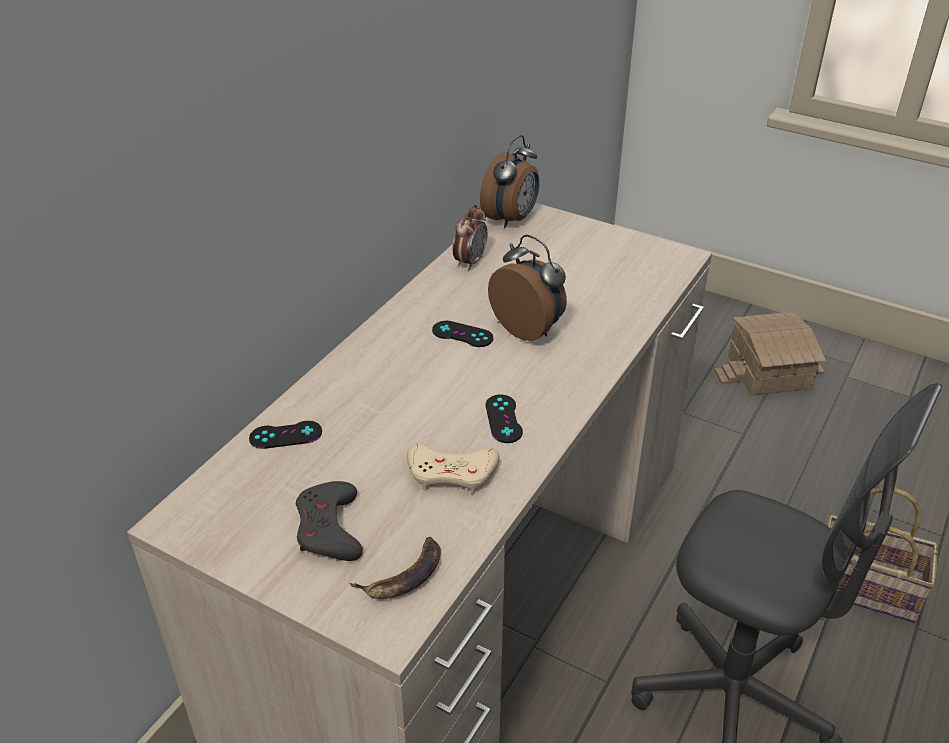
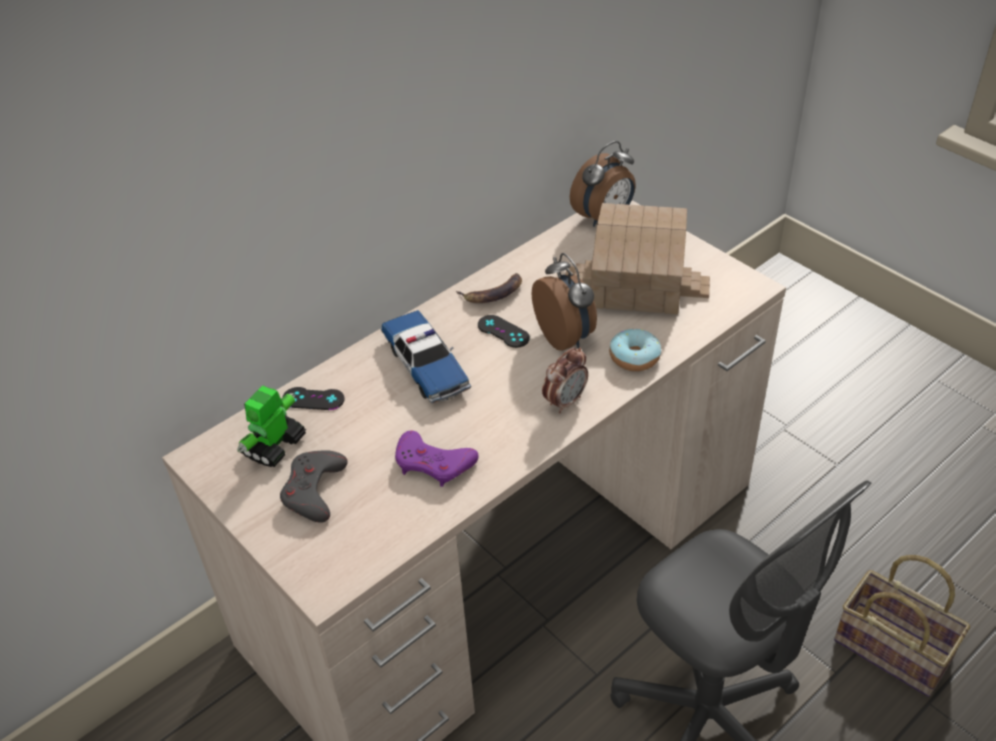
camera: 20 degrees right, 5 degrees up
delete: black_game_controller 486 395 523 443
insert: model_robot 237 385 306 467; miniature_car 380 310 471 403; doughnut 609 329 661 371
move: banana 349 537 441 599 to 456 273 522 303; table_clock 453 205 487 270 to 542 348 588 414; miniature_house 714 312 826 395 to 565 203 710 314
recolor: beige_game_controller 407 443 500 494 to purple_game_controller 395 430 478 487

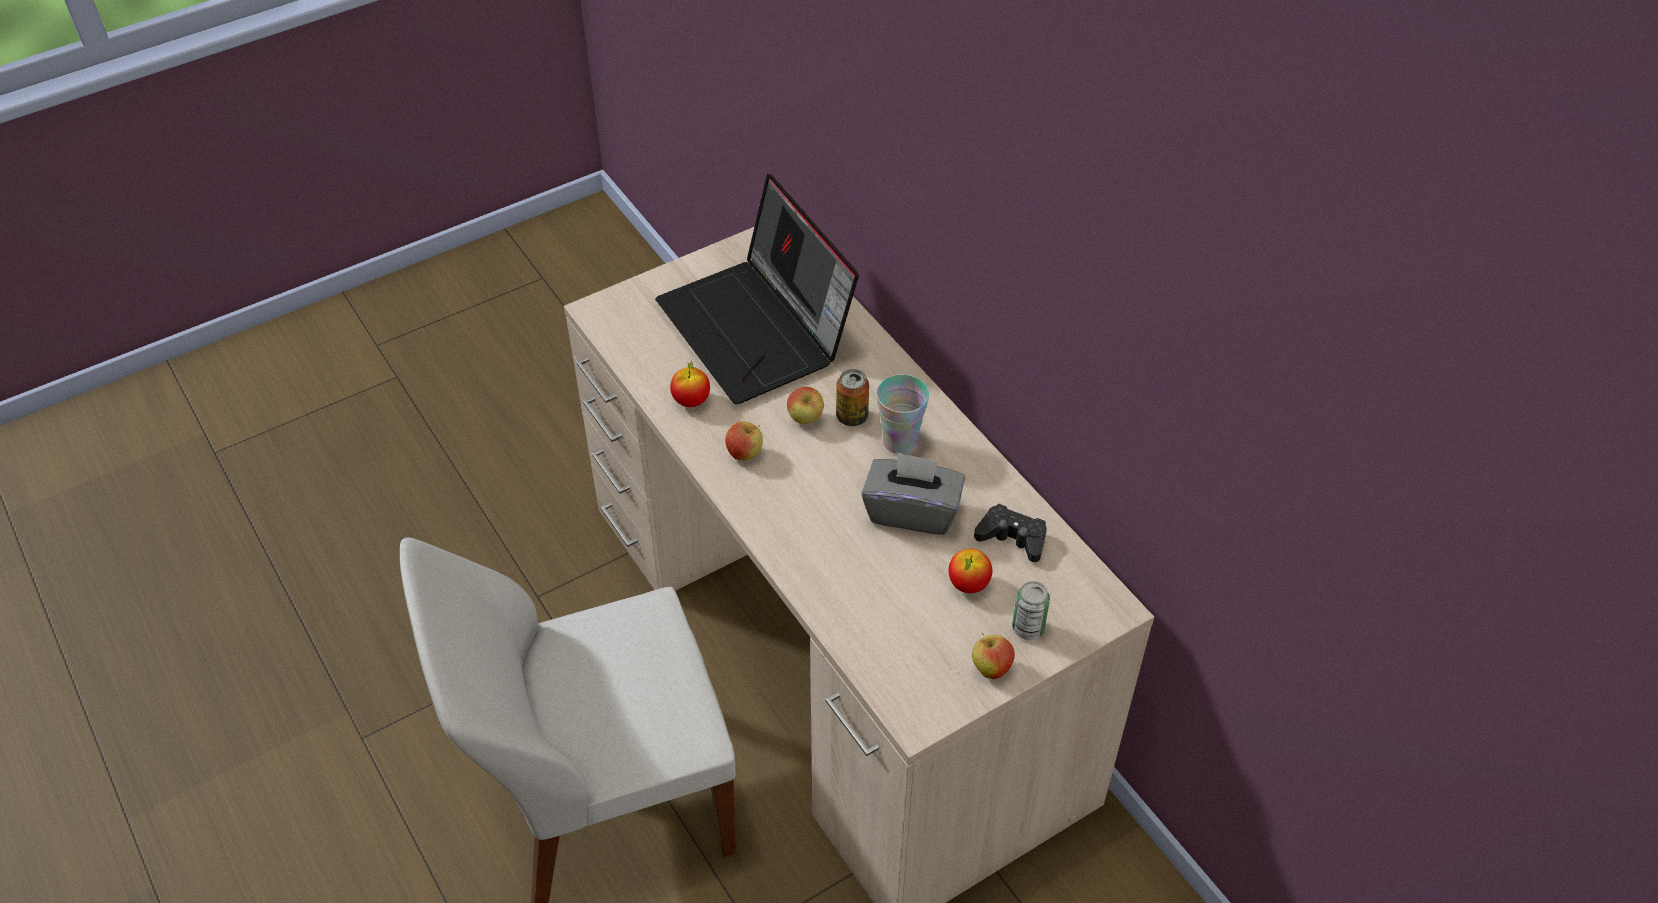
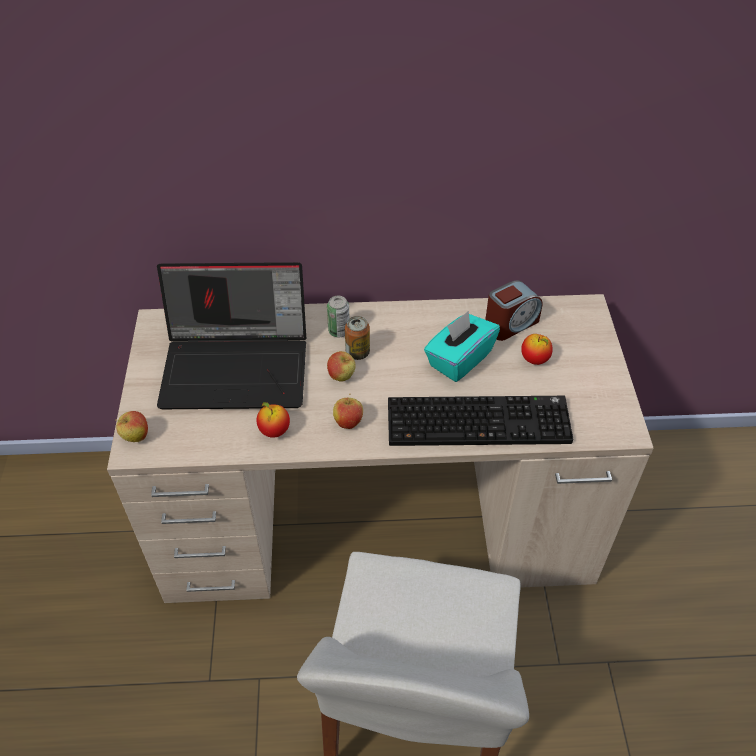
camera: 60 degrees left, 0 degrees up
delete: drinking_cup 877 374 929 454
insert: PC_keyboard 388 396 573 446
move: apple_fruit 972 633 1015 679 to 115 411 148 442; sealed_can 1012 581 1050 640 to 327 296 350 338
replace: black_game_controller 974 504 1047 562 to table_clock 485 280 543 341
recolor: greyish_tissue_holder 861 452 965 535 to turquoise_tissue_holder 424 311 500 382

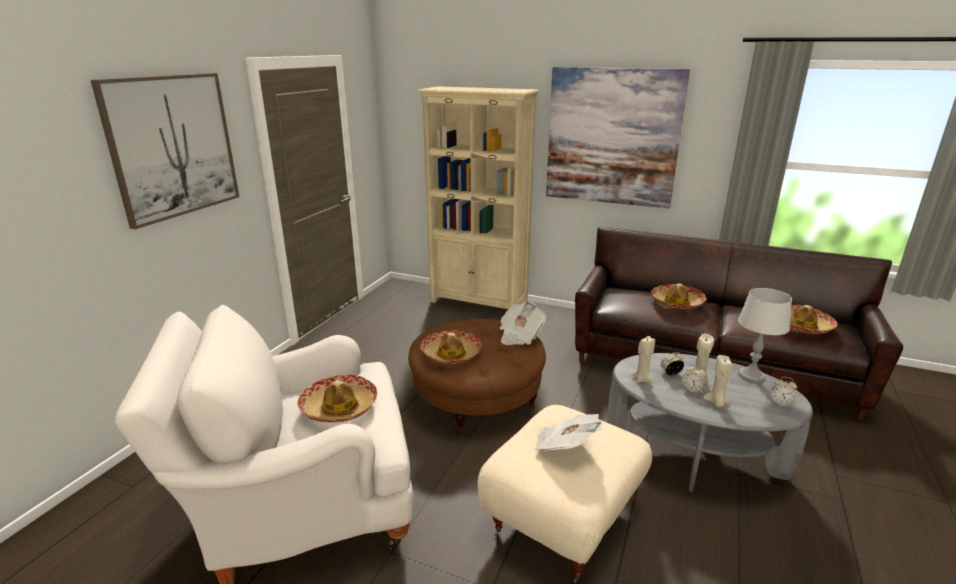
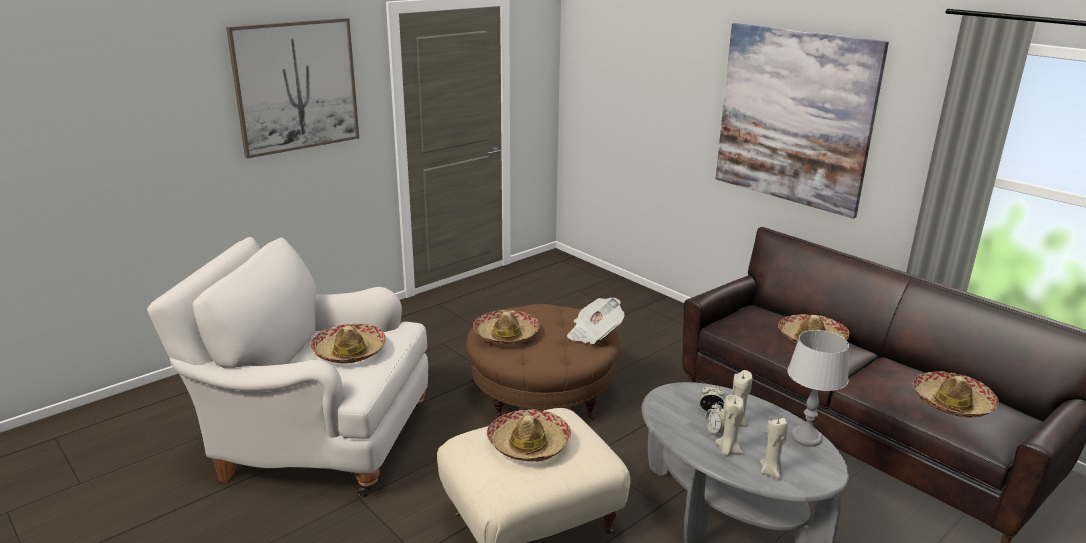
camera: 25 degrees right, 0 degrees up
delete: beige_bookshelf 418 86 539 309; table_clock 771 377 797 407
move: beige_wax_candle 631 336 655 383 to 760 418 788 480
replace: newspaper 535 414 603 451 to hat 487 409 571 461

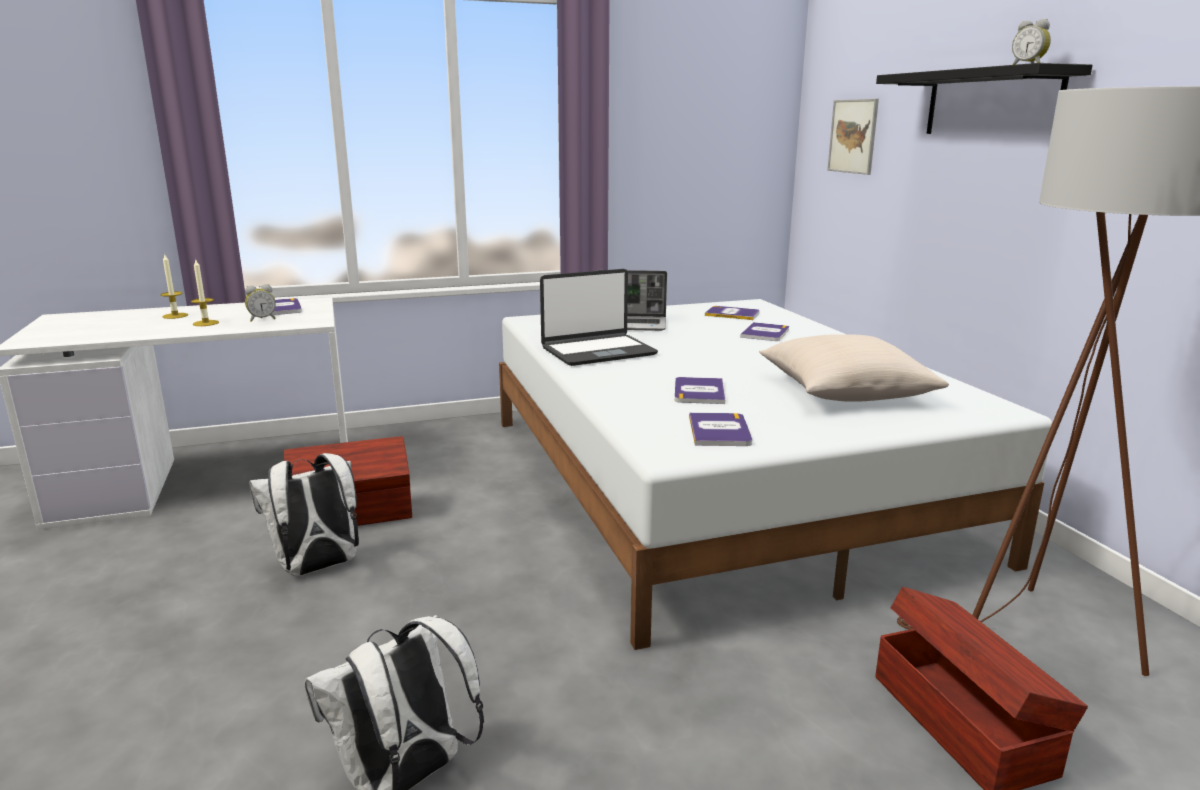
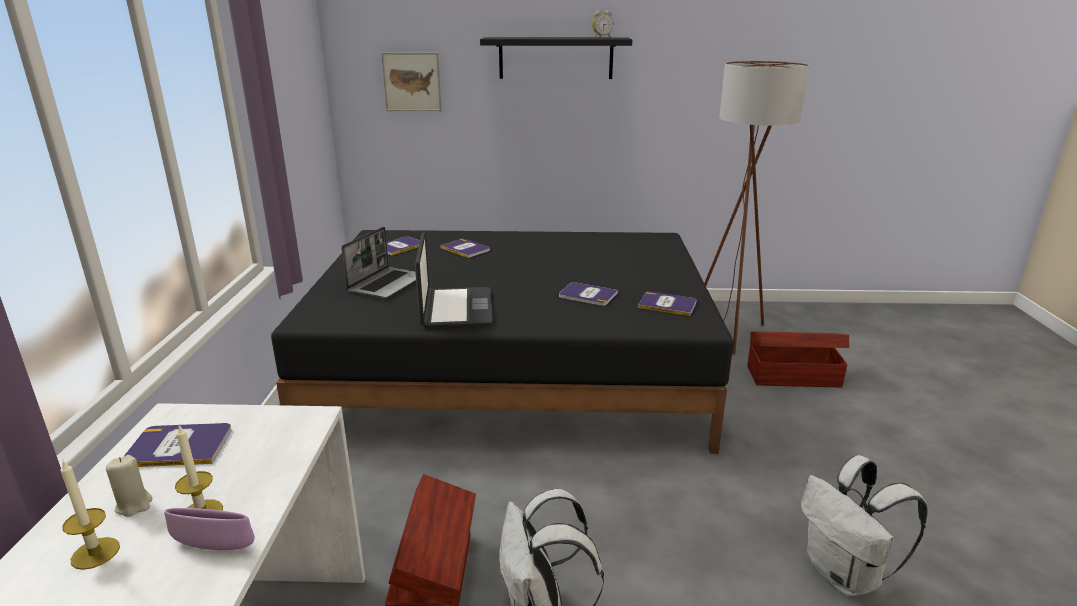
camera: 70 degrees left, 5 degrees up
delete: table_clock 245 284 276 322; beige_cushion 759 334 949 402
insert: beige_wax_candle 106 455 153 517; purple_serving_bowl 164 508 254 550
recolor: white_bed 499 299 1052 650 to black_bed 271 230 734 454

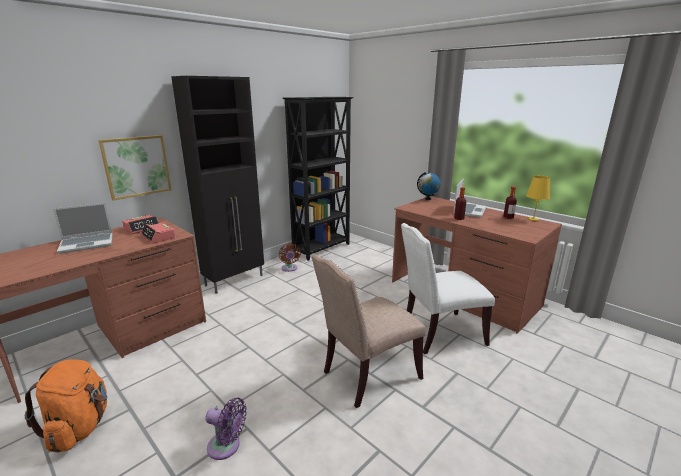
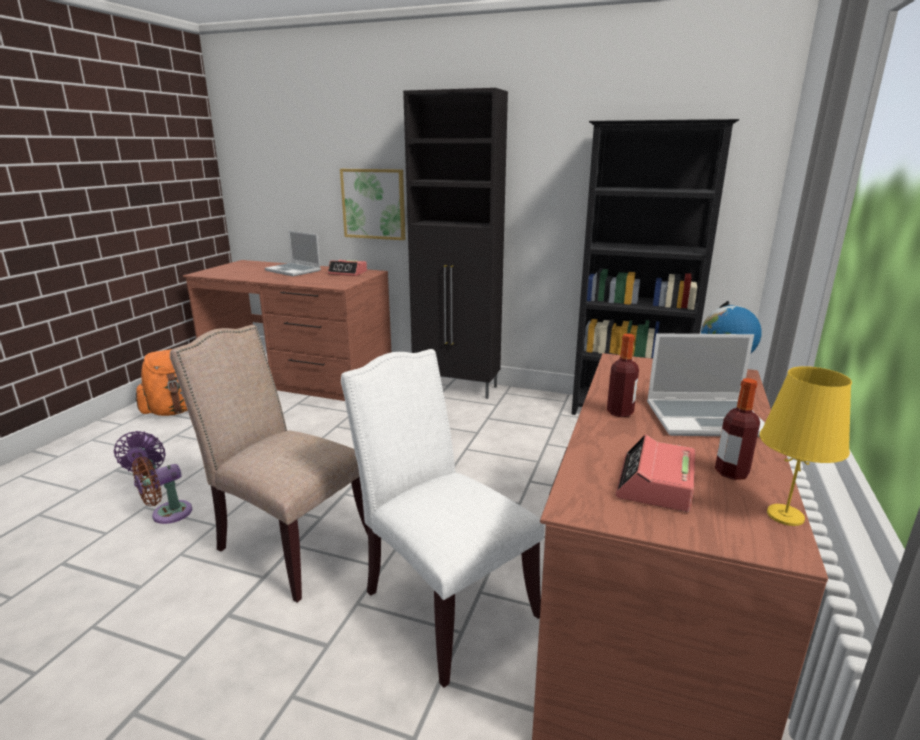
camera: 65 degrees right, 0 degrees up
move: brown_fan 279 243 301 272 to 132 457 192 524; table_clock 141 222 176 244 to 615 434 695 512

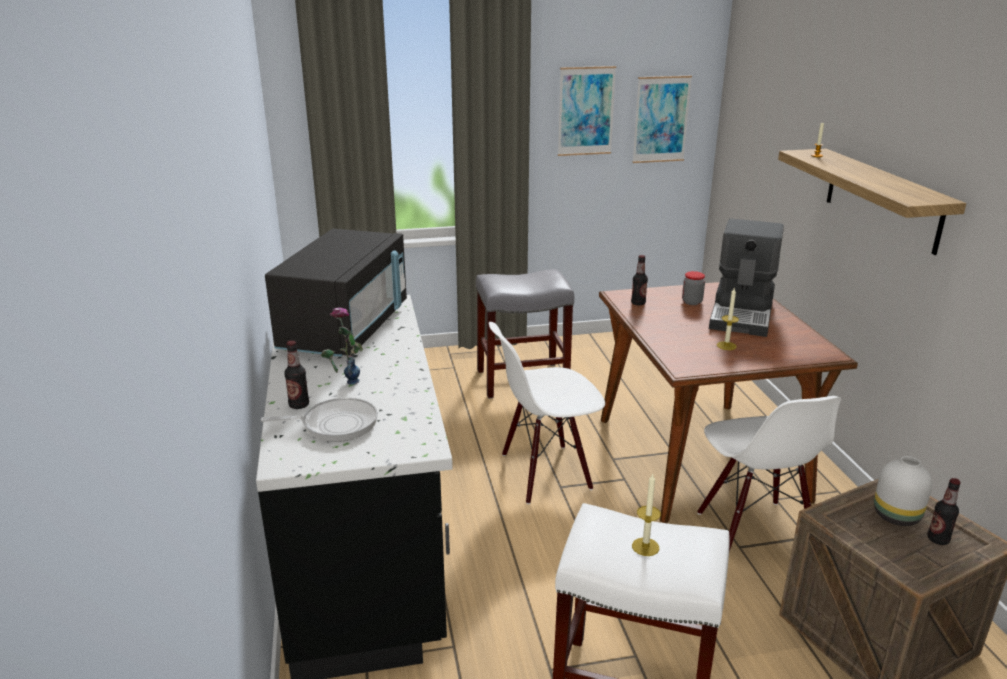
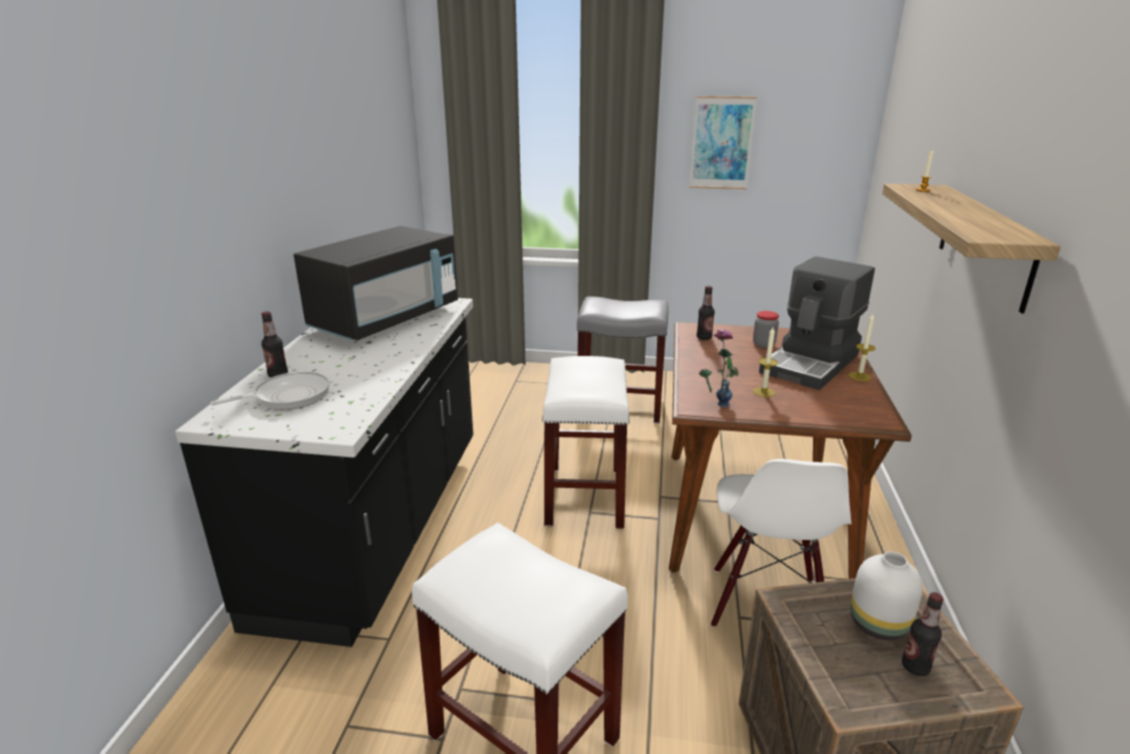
camera: 20 degrees right, 0 degrees up
delete: wall_picture 632 76 692 163
move: decorative_vase 321 307 363 385 to 699 330 739 407; wax_candle 632 474 661 556 to 849 314 876 381
replace: white_chair 489 322 605 504 to white_sitting_stool 542 356 630 528
rotate: pan 261 397 378 442 = 210 371 330 410 45 degrees counterclockwise

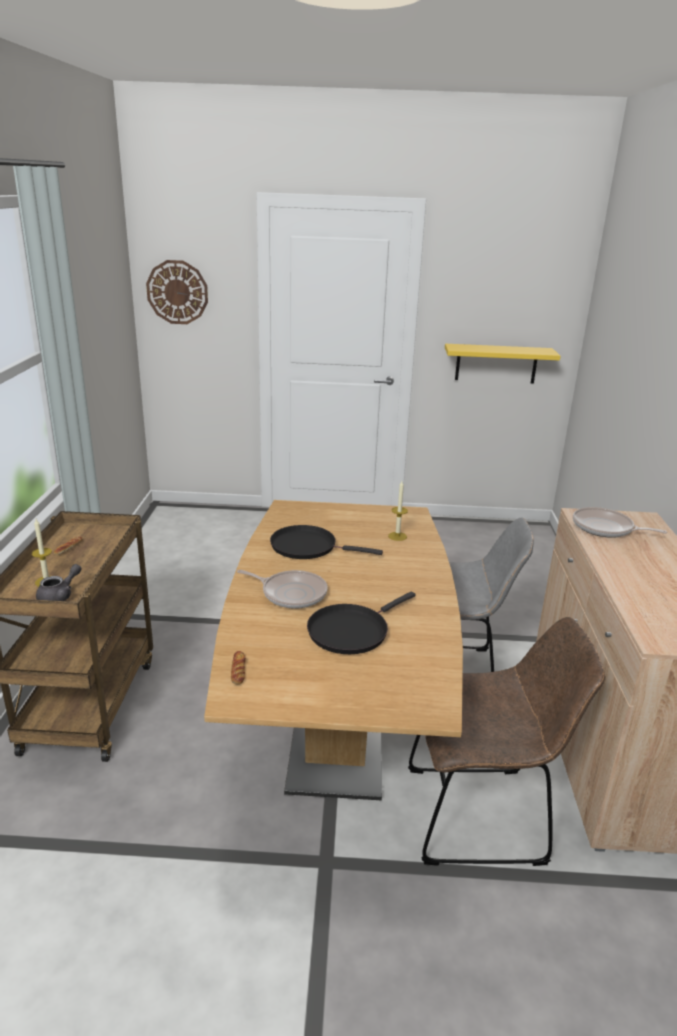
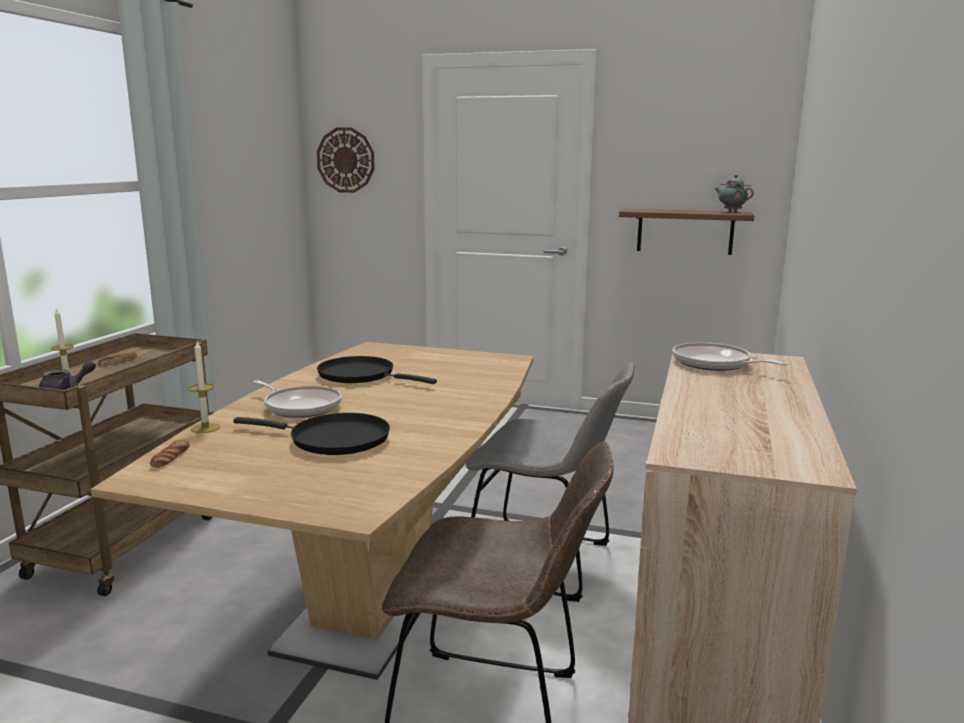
camera: 15 degrees right, 10 degrees down
insert: tea_pot 715 175 754 213
move: wax_candle 388 481 408 541 to 189 341 220 433
recolor: yellowish_wall_shelf 445 344 561 384 to brown_wall_shelf 619 209 754 255
rotate: black_pan 307 591 416 654 = 233 413 390 455 135 degrees counterclockwise

